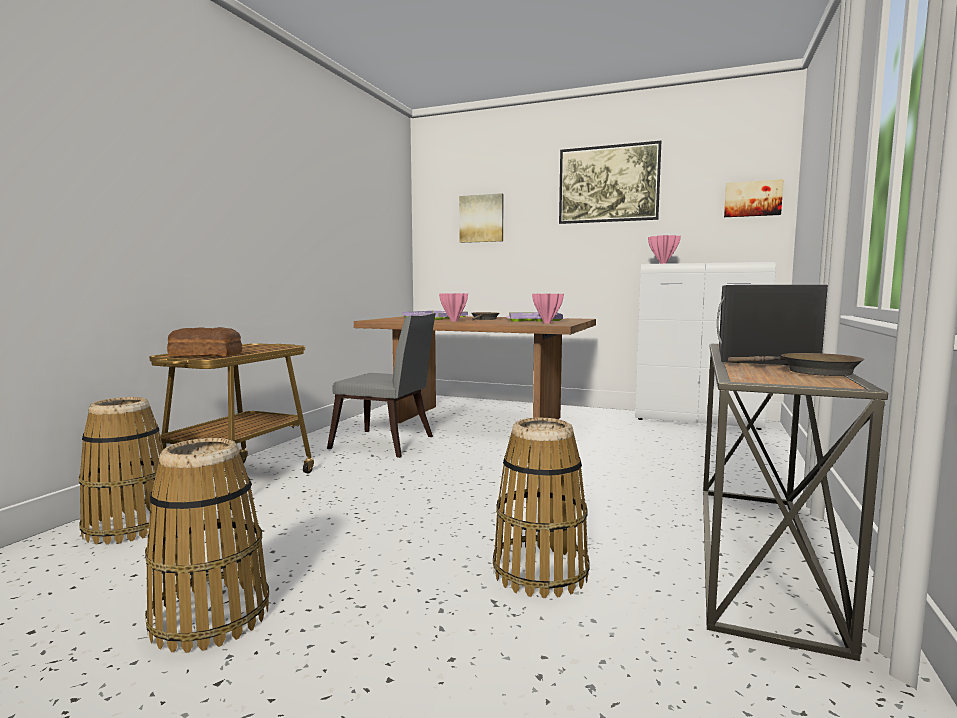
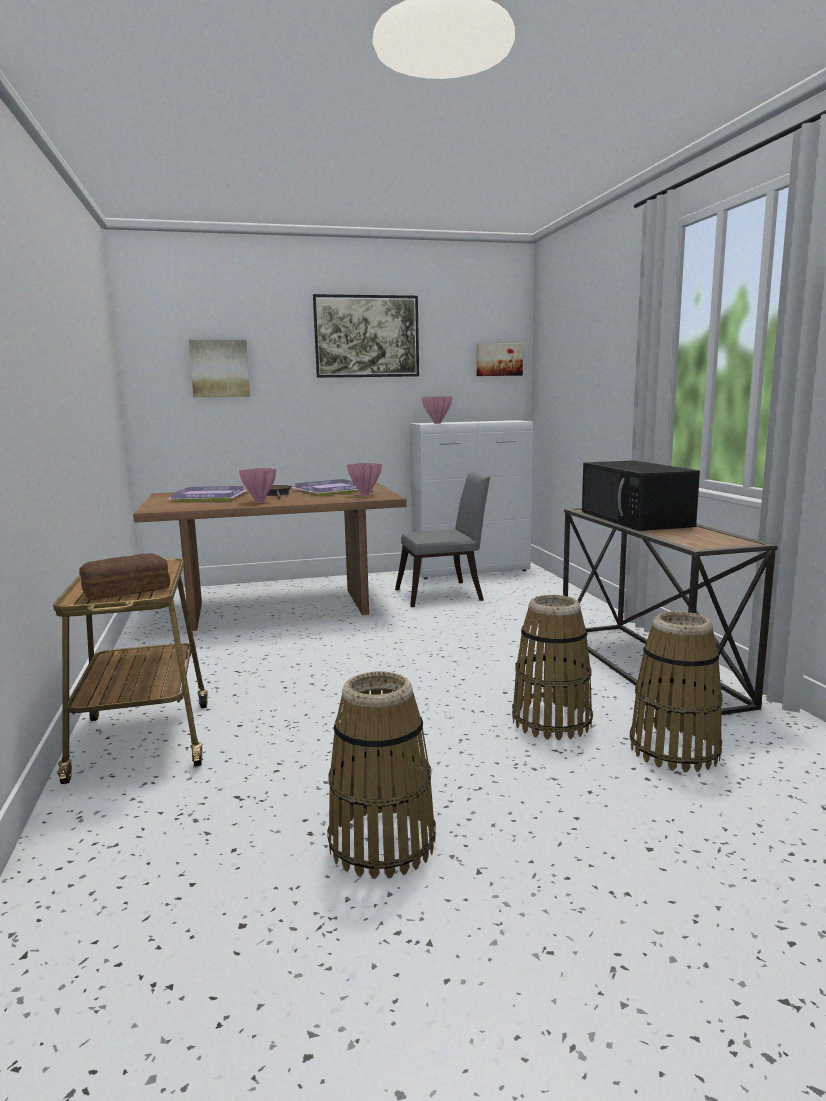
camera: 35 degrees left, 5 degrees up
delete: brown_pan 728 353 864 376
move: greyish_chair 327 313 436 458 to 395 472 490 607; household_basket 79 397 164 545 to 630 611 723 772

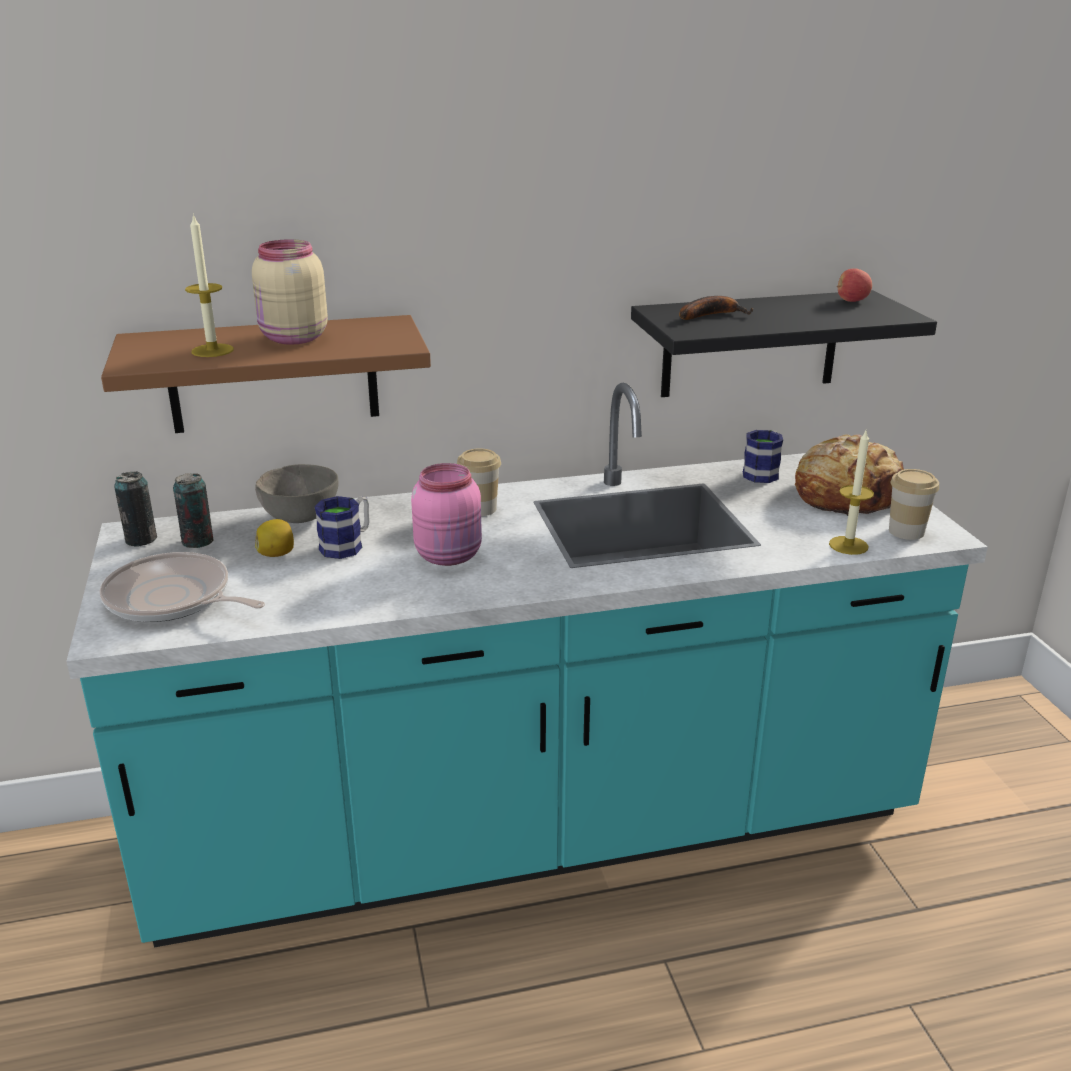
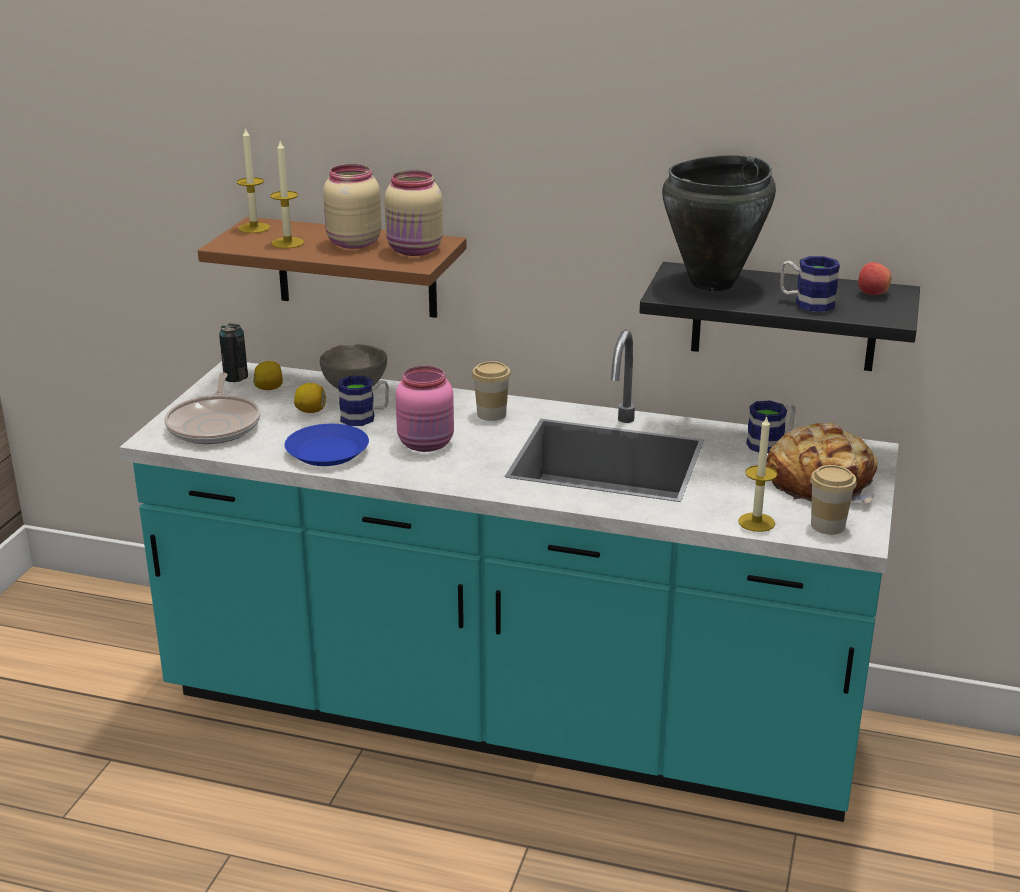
camera: 30 degrees right, 0 degrees up
insert: wax_candle 236 127 270 233; blue-coloured_flat_dish 285 424 369 466; beige_jar 384 170 443 256; coffee_mug 780 256 840 312
replace: sealed_can 173 473 214 548 to whole_lemon 253 361 283 390; banana 679 296 753 320 to black_stockpot 662 155 776 291
rotate: pan 99 552 265 622 = 164 373 260 444 150 degrees counterclockwise

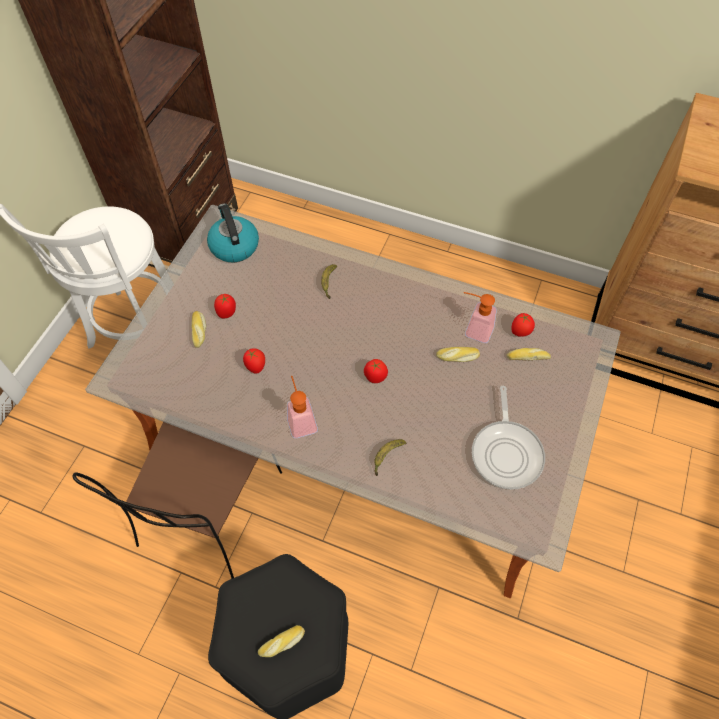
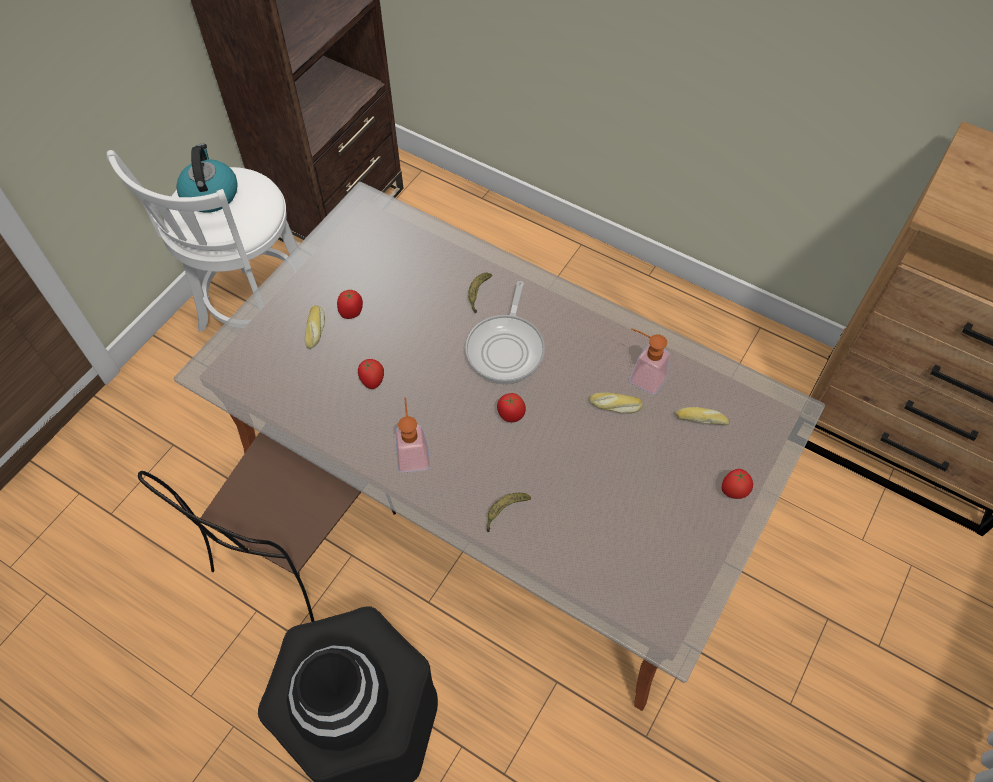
camera: 10 degrees right, 0 degrees up
move: water_kettle 207 203 259 262 to 176 144 238 213; pan 472 386 545 490 to 465 281 545 384; tomato 511 313 535 337 to 722 469 753 499
replace: bread 258 625 305 657 to black_decorative_vase 287 645 389 751

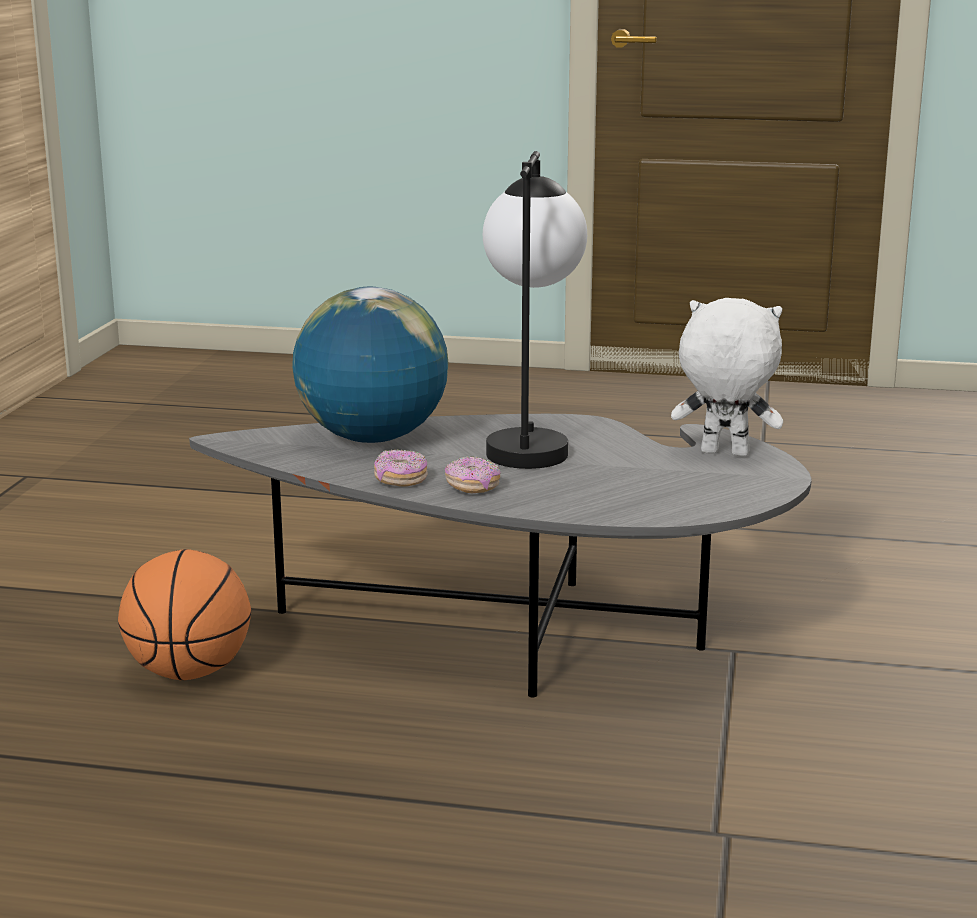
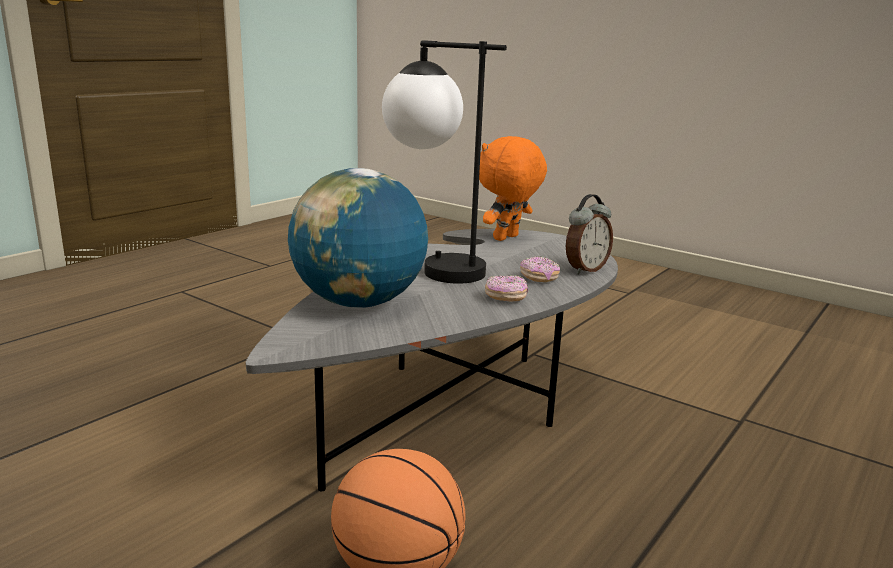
camera: 65 degrees left, 0 degrees up
insert: table_clock 566 194 613 275
move: doughnut 374 449 428 487 to 520 256 560 282
recolor: white_soft_toy 671 298 783 457 to orange_soft_toy 479 136 547 241

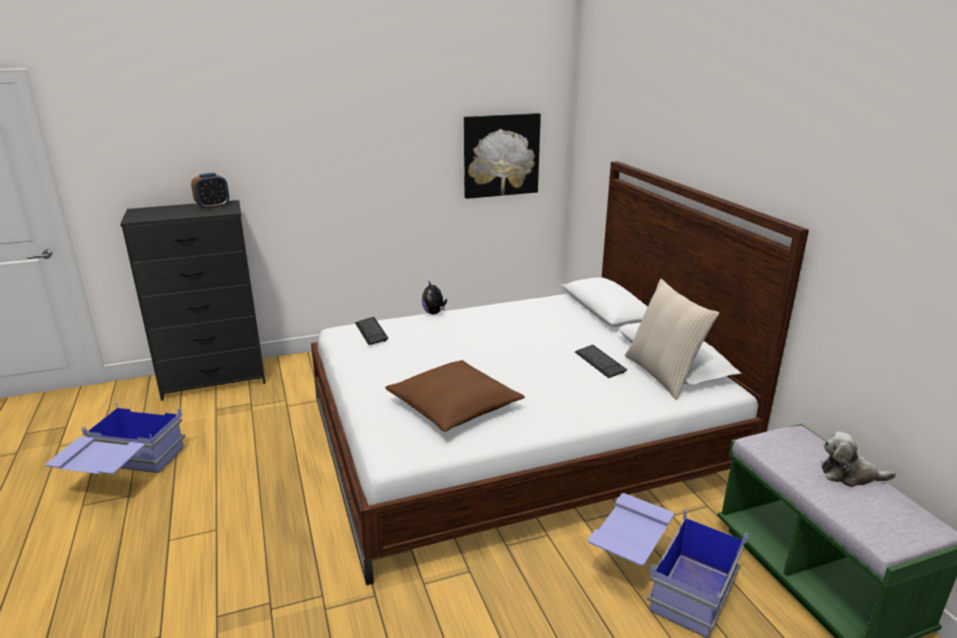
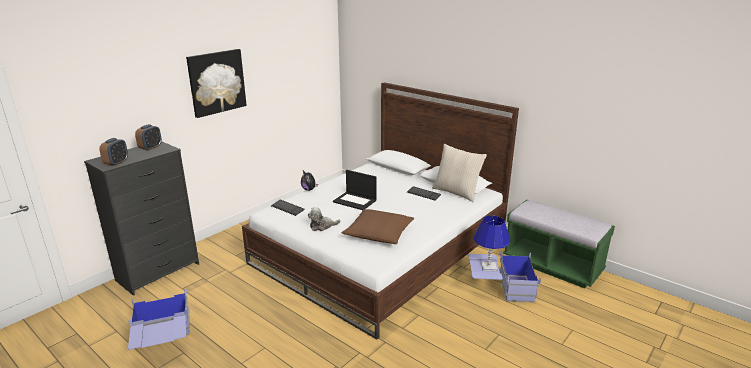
camera: 30 degrees left, 0 degrees up
insert: table_clock 99 138 128 166; laptop 333 170 377 210; blue-coloured_tabletop_lamp 473 215 510 272
move: wall_picture 464 113 541 199 to 186 49 247 118; soft_toy 822 432 896 487 to 308 207 341 231

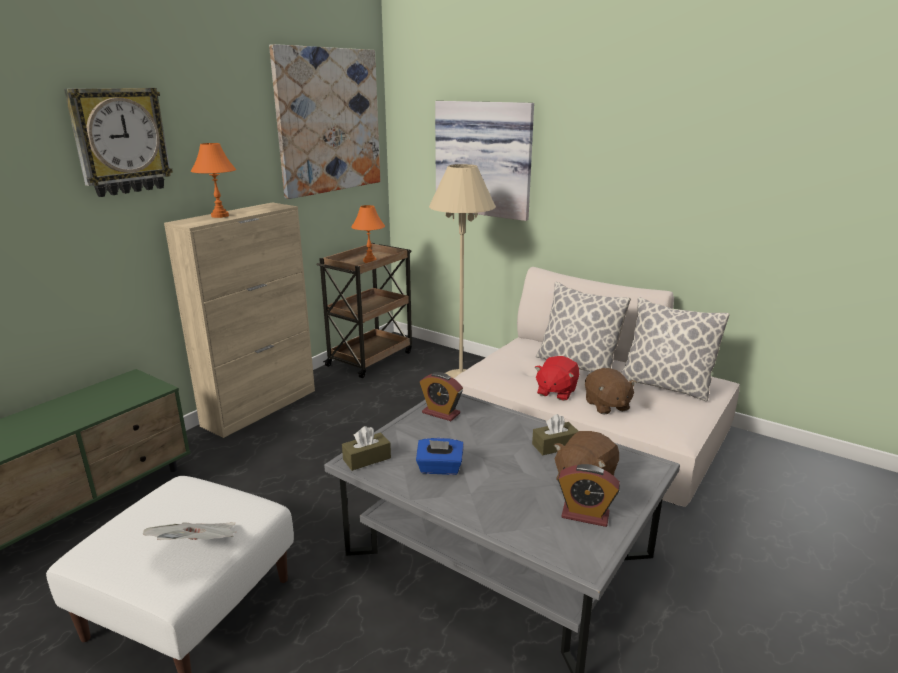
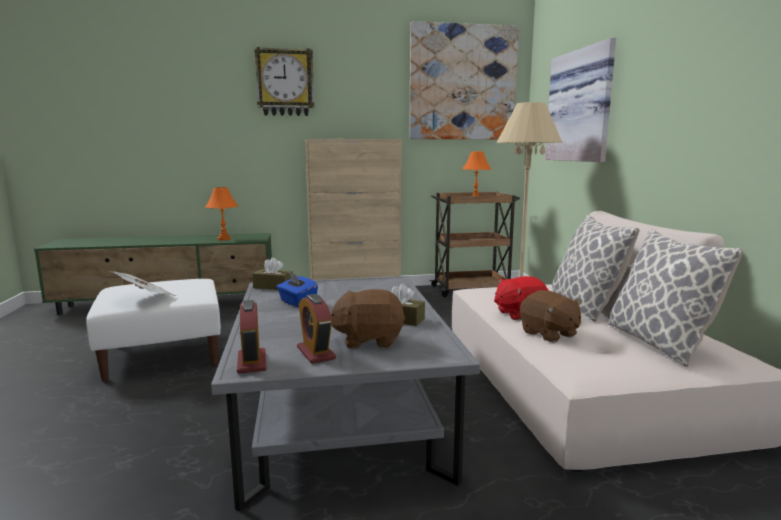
camera: 45 degrees right, 10 degrees down
move: orange_tabletop_lamp 191 143 236 218 to 206 187 238 241; table_clock 420 372 463 421 to 237 300 266 374
rotate: brown_soft_toy 585 368 637 415 = 520 290 582 343 60 degrees counterclockwise

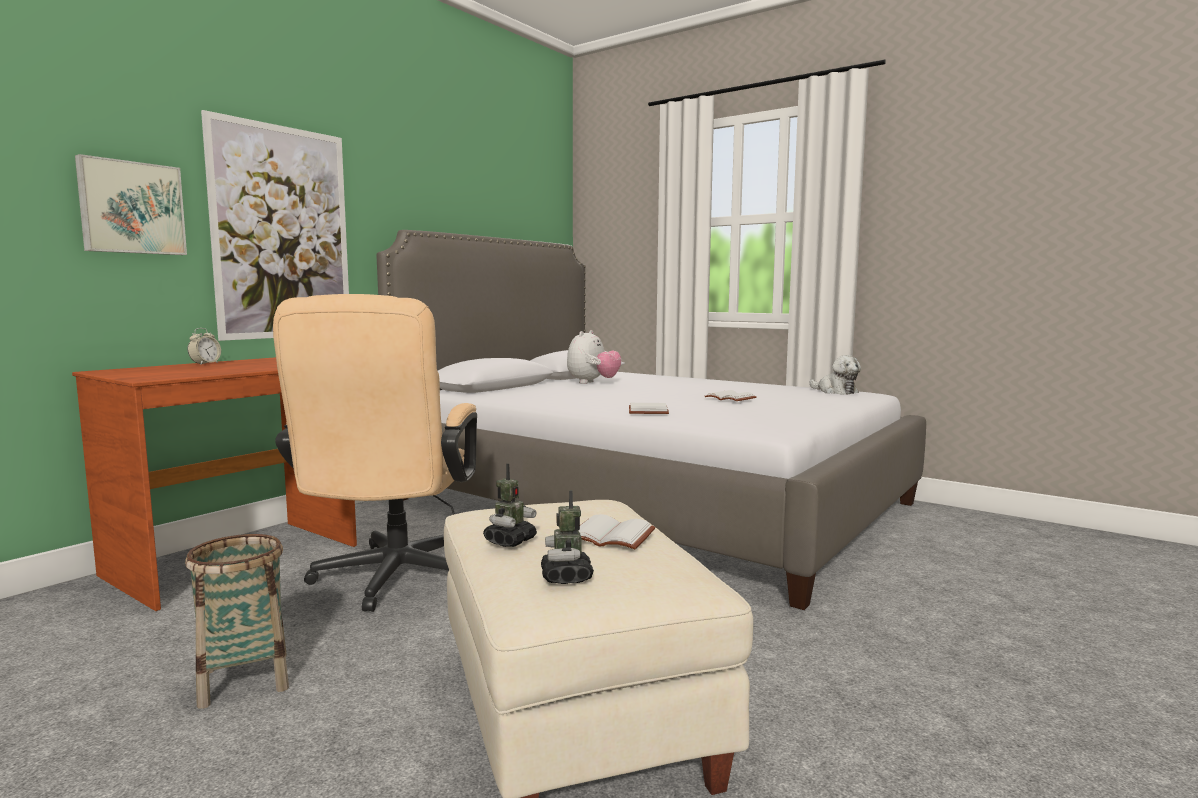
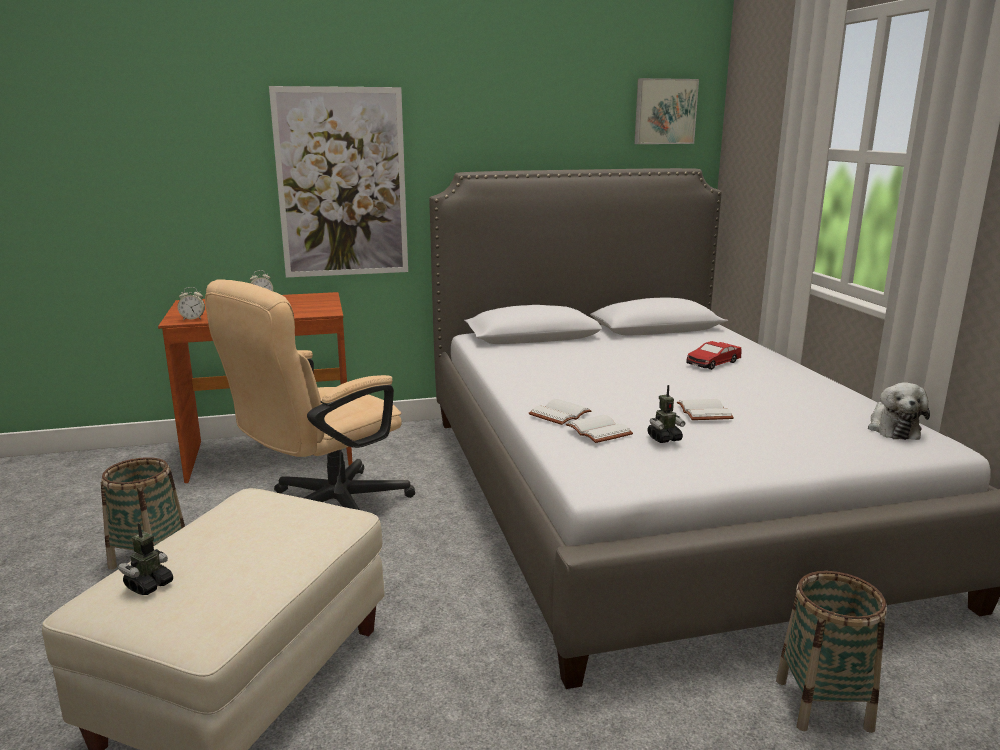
camera: 40 degrees right, 10 degrees up
delete: soft_toy 567 330 621 384
insert: table_clock 178 287 205 321; miniature_car 686 341 742 370; household_basket 776 571 887 733
move: white_book 578 514 655 549 to 566 415 633 443; wall_picture 75 154 187 255 to 634 78 699 144; model_robot 483 463 537 547 to 647 385 685 443

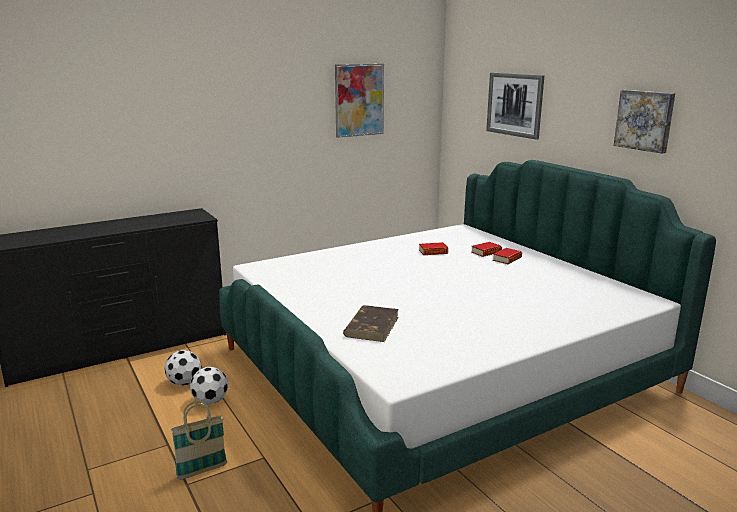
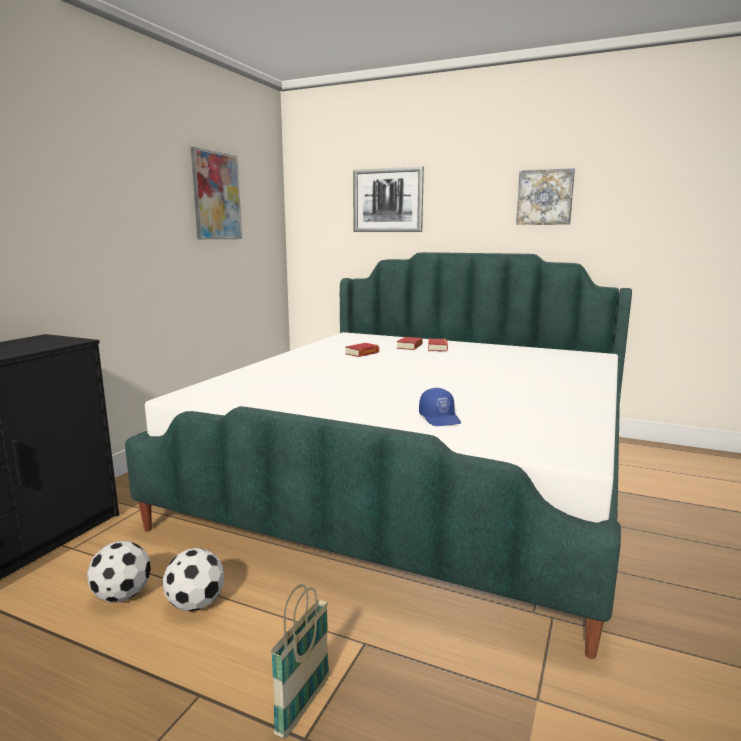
camera: 35 degrees left, 5 degrees down
replace: brown_book 343 305 399 342 to blue-coloured_baseball_cap 419 388 461 426

